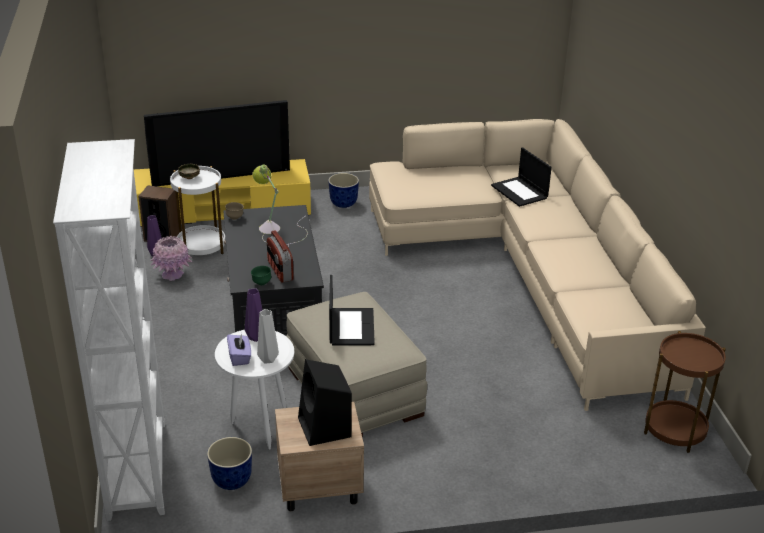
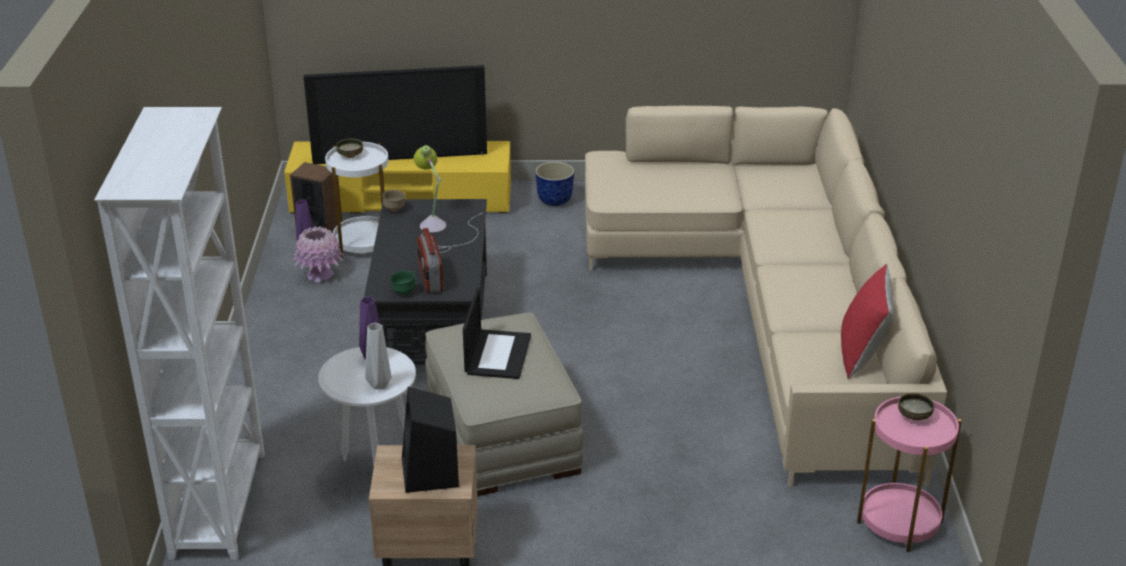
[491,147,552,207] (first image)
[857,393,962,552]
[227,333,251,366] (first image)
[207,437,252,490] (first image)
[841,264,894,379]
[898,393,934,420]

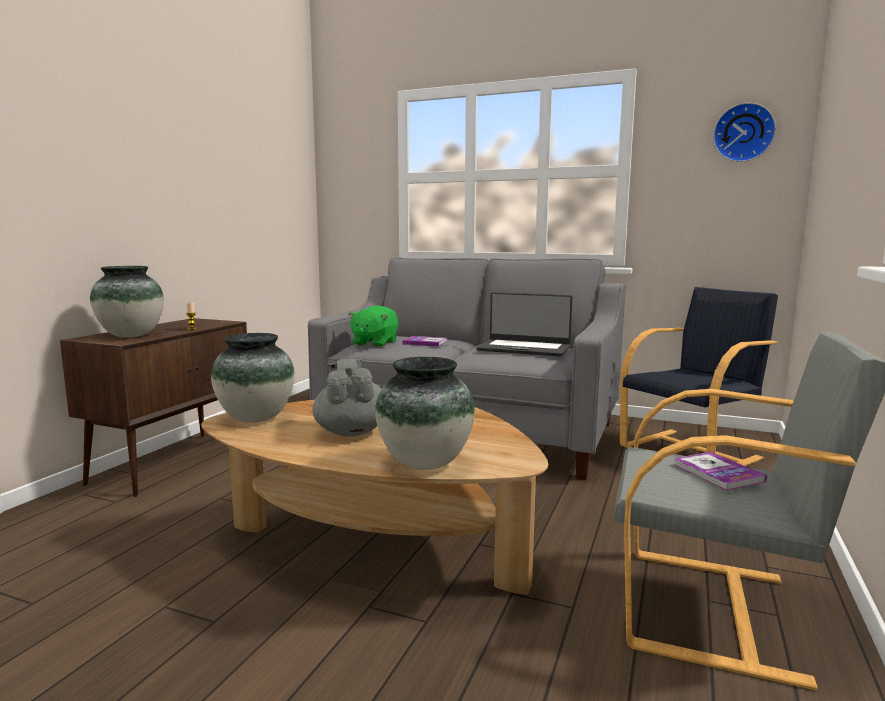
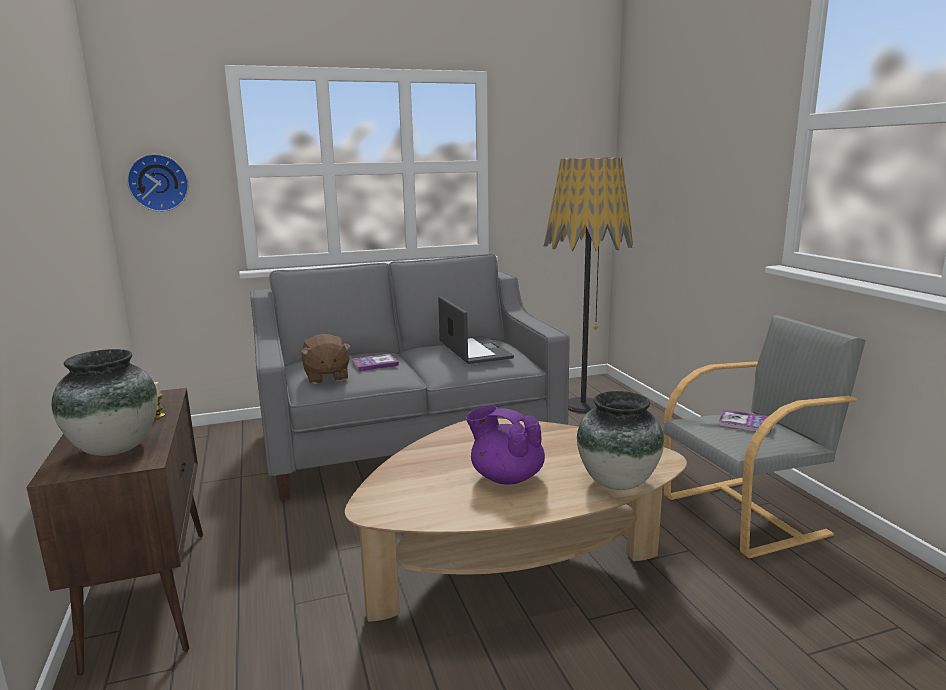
[127,154,189,212]
[544,158,633,414]
[438,296,514,364]
[301,334,351,384]
[211,333,295,423] (first image)
[466,406,545,484]

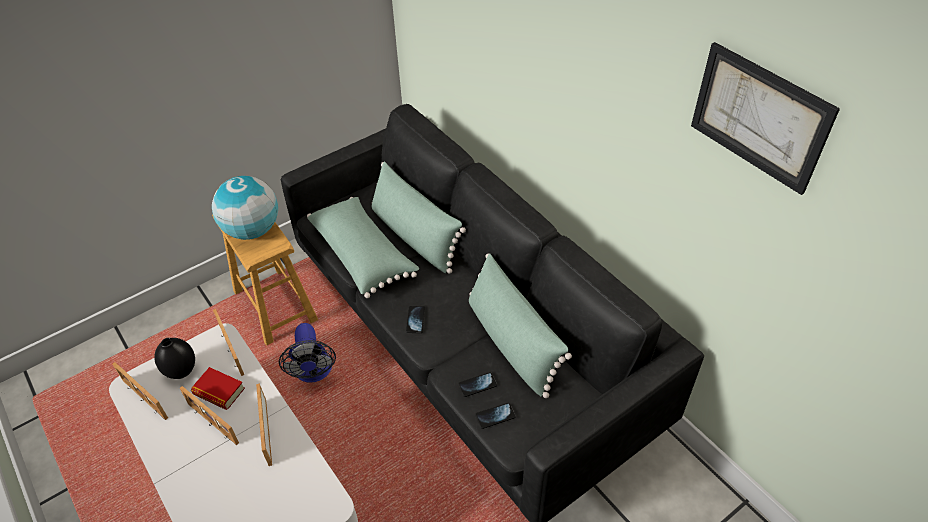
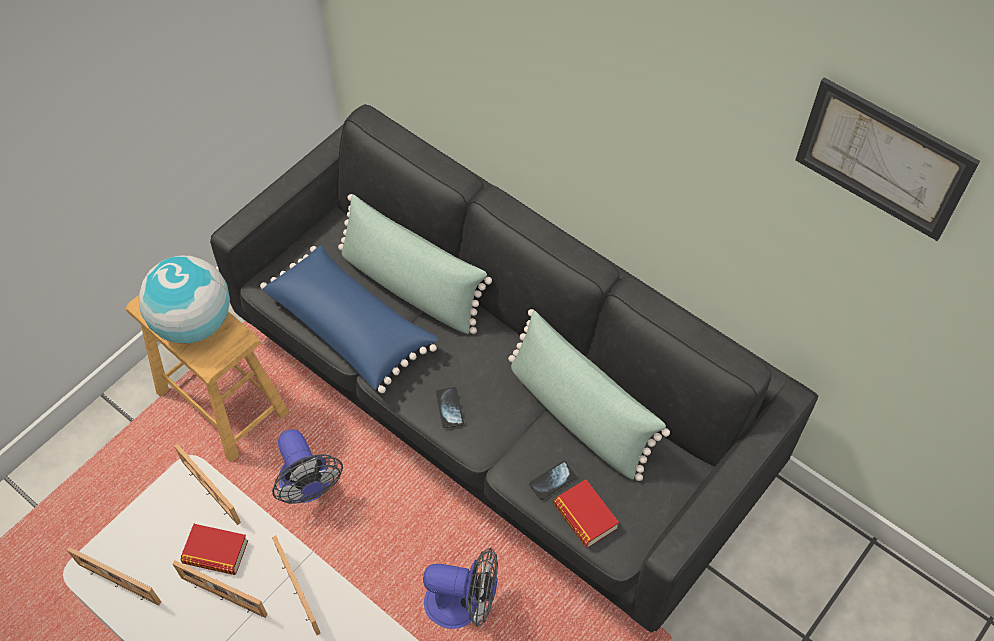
[260,245,438,393]
[154,338,195,379] (first image)
[553,479,619,548]
[423,547,498,629]

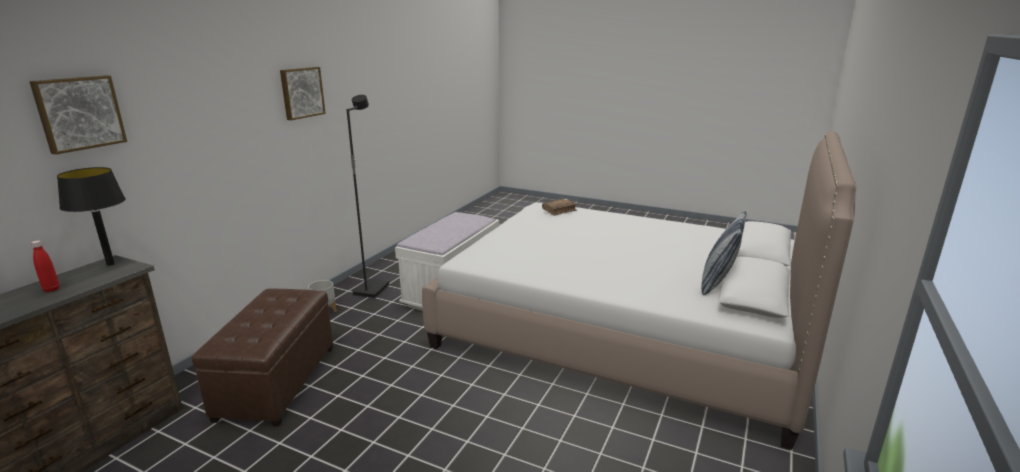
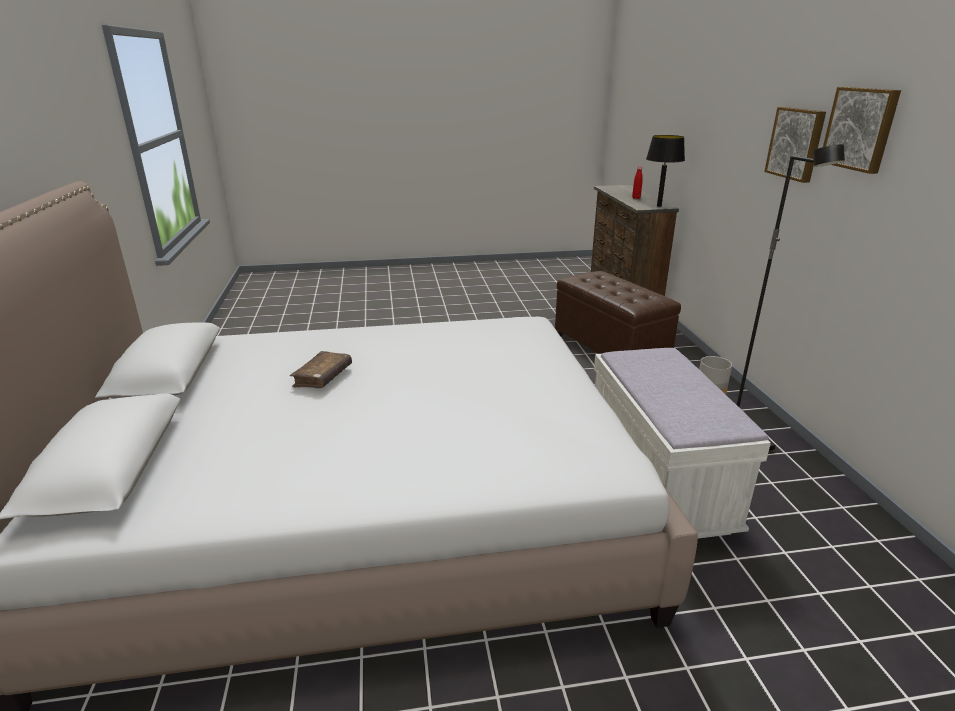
[764,107,826,183]
[290,351,352,388]
[701,211,746,295] (first image)

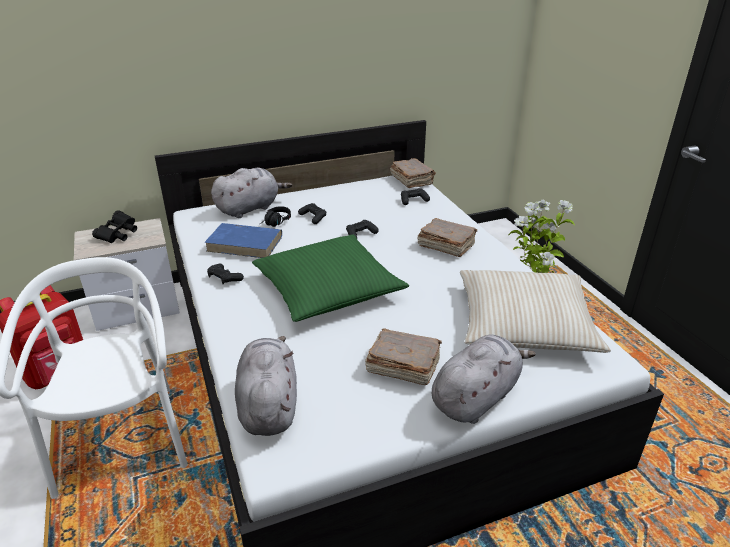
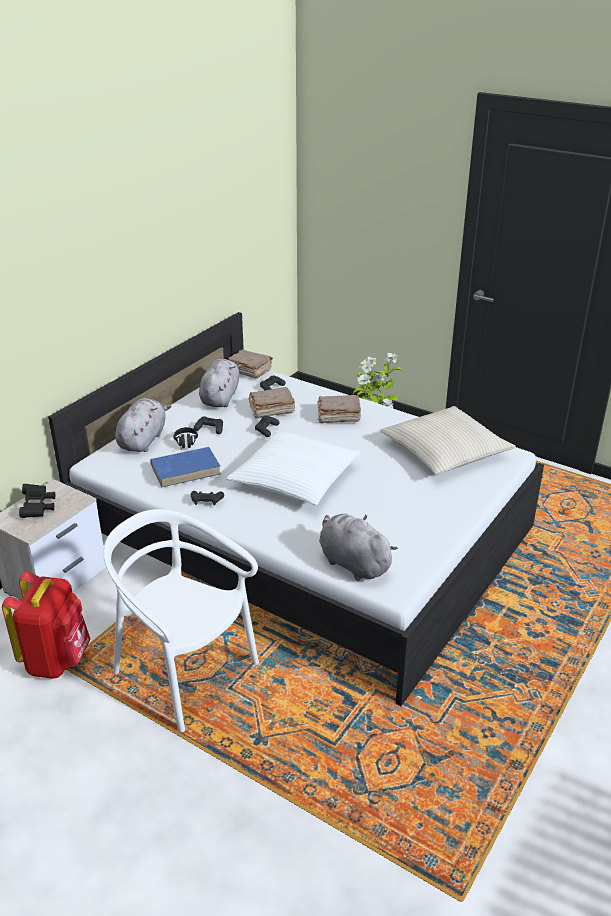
[226,430,361,505]
[249,387,295,419]
[199,359,241,407]

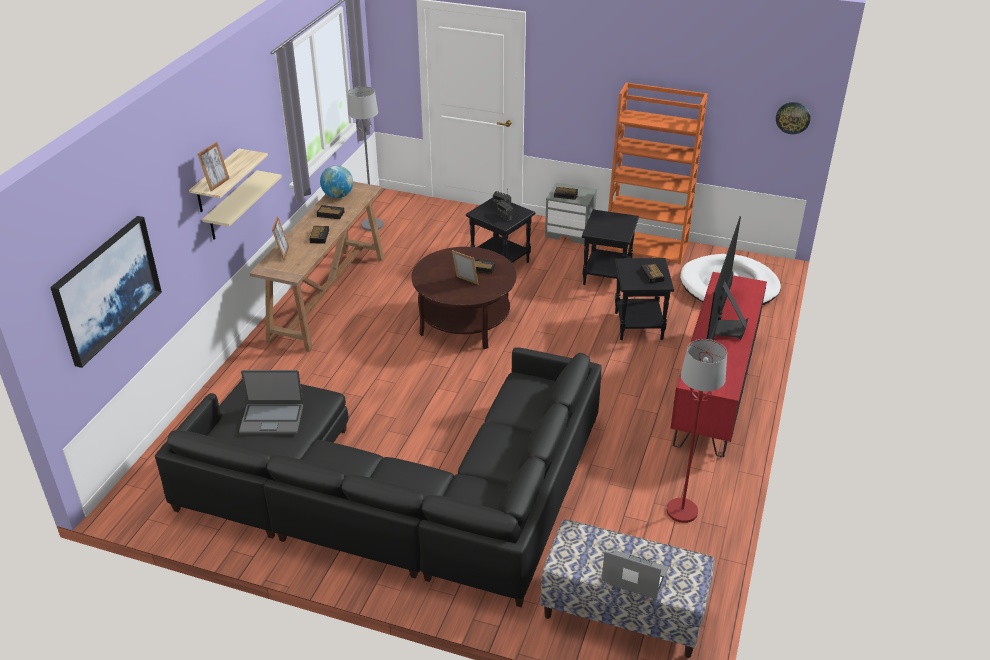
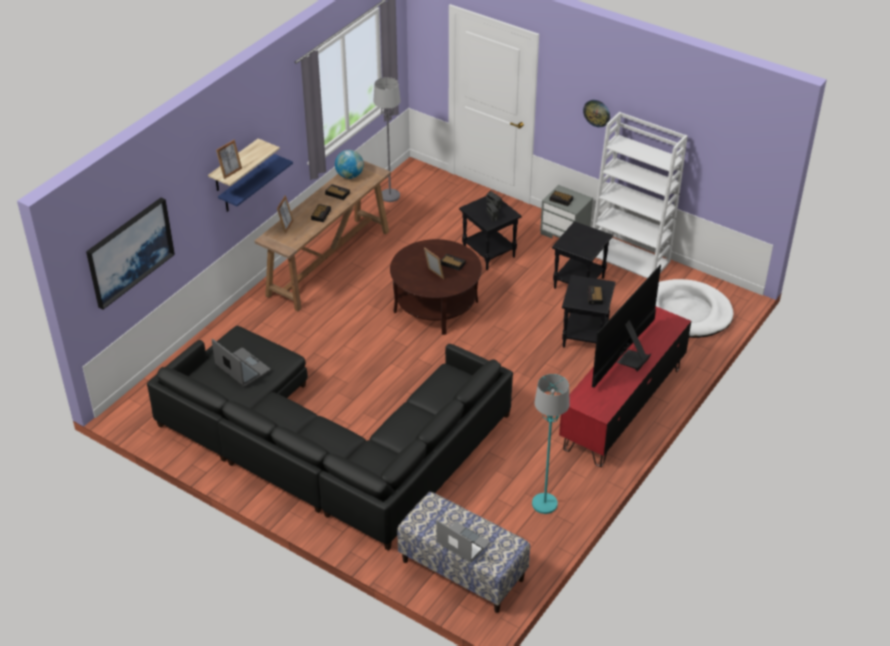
[592,112,688,278]
[583,100,610,127]
[218,154,293,212]
[532,374,570,514]
[212,339,270,387]

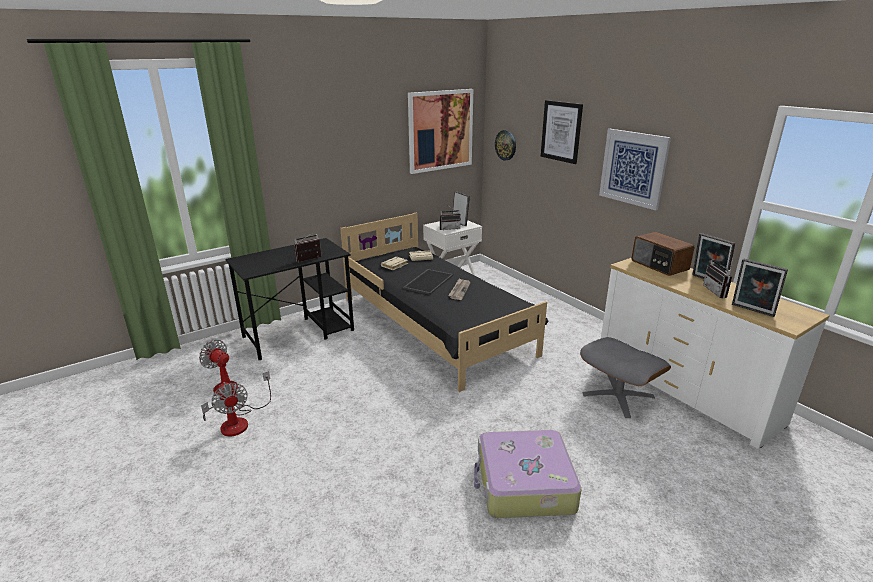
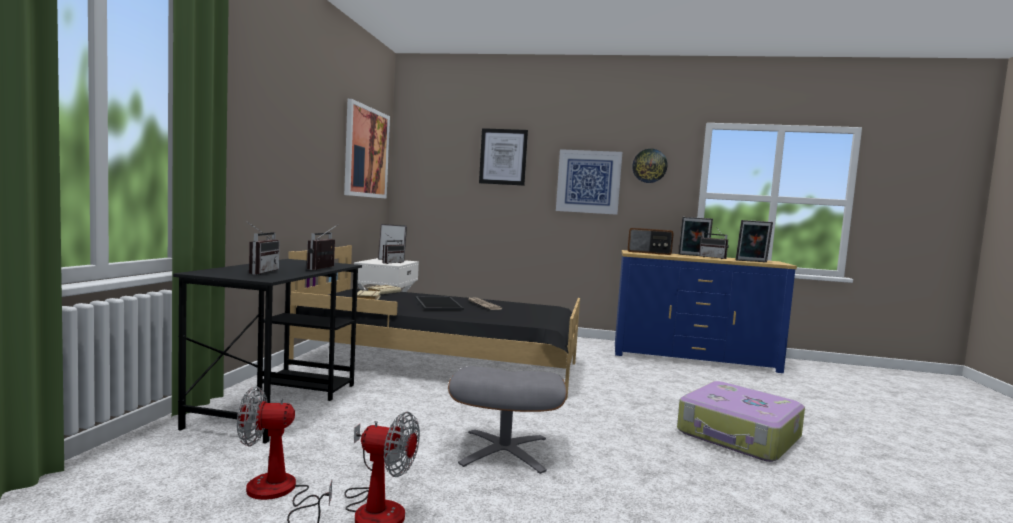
[632,149,667,183]
[615,250,797,373]
[448,366,567,474]
[246,221,279,275]

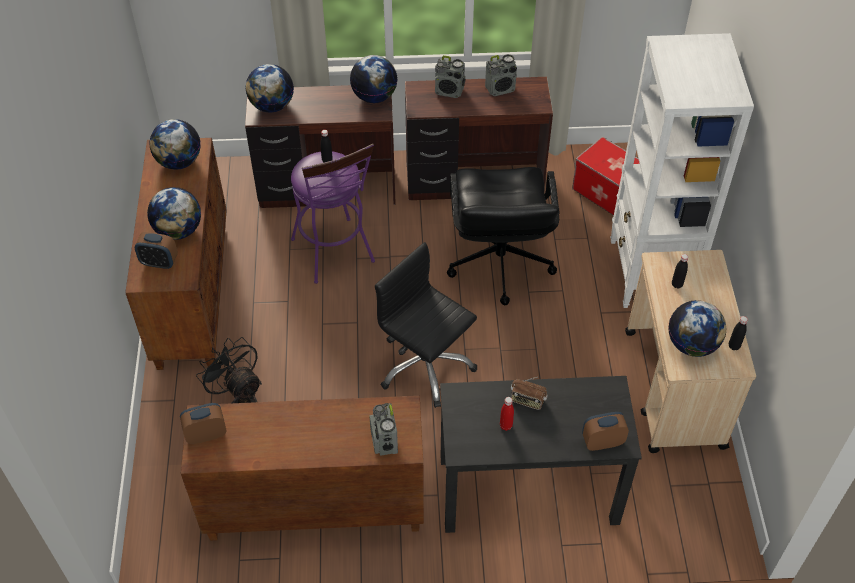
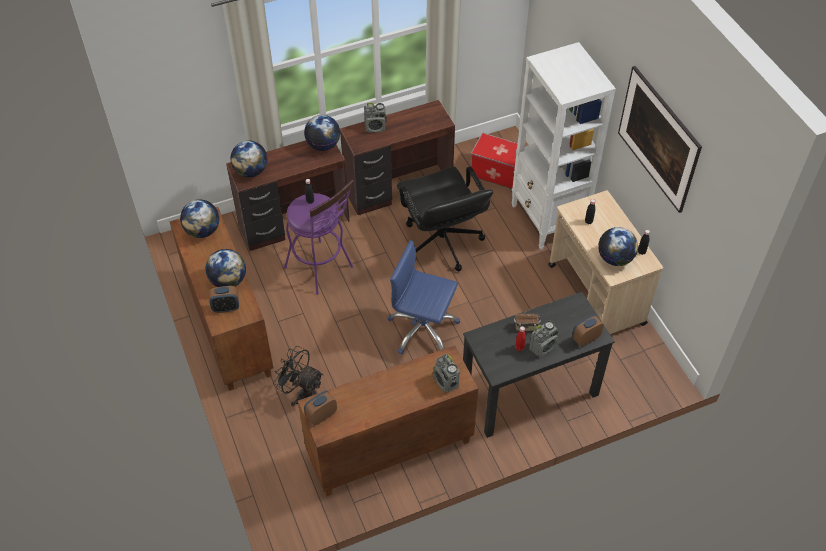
[529,320,558,357]
[388,240,460,355]
[618,66,702,213]

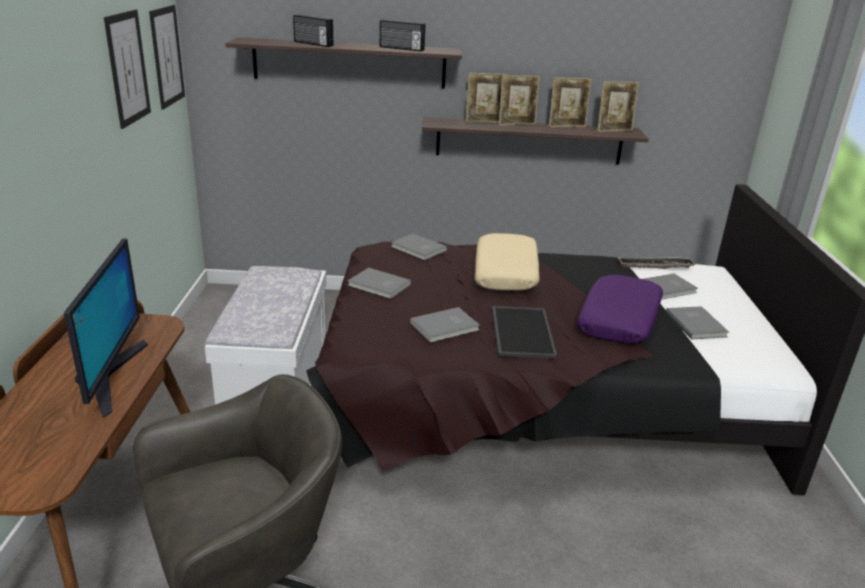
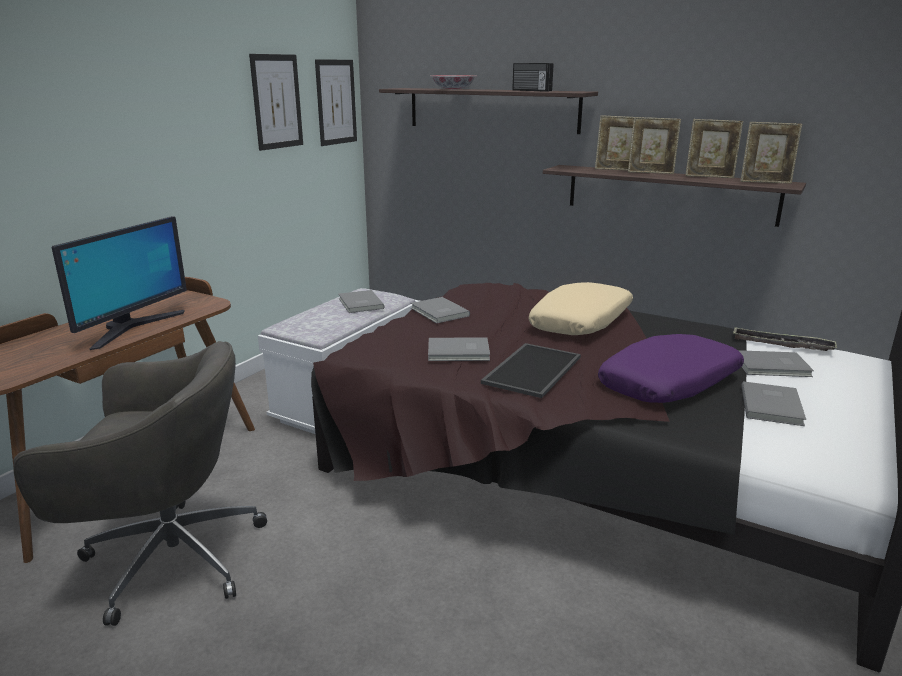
[430,75,477,89]
[339,290,385,313]

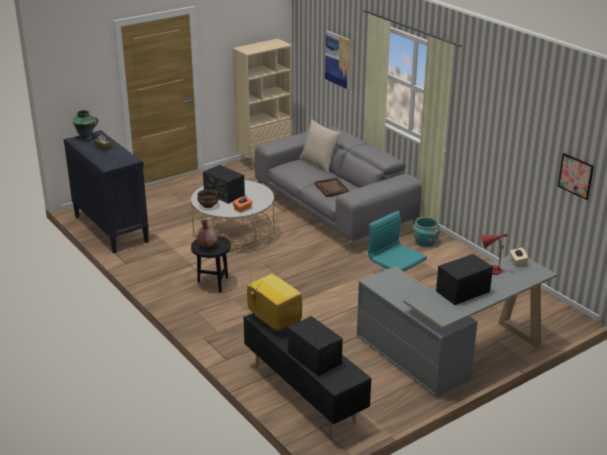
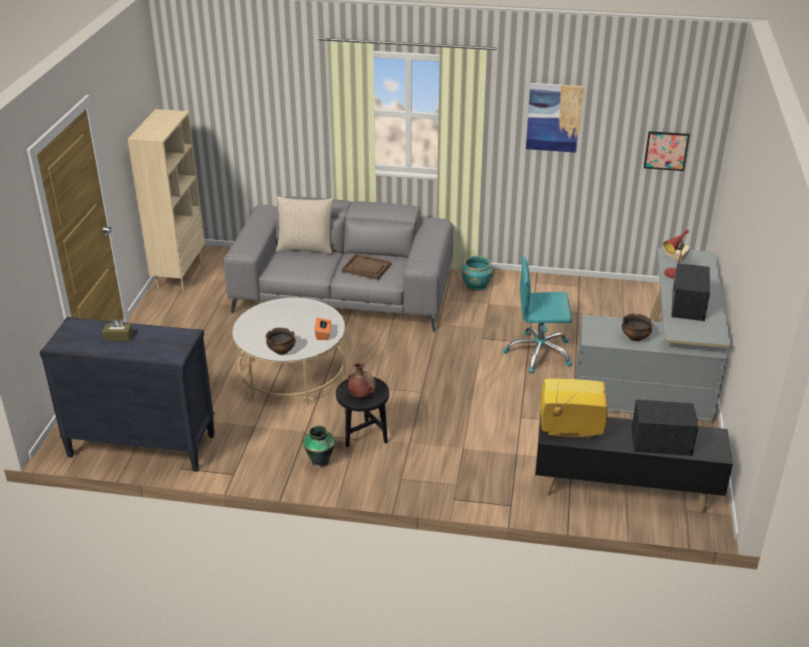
[526,83,584,153]
[303,425,335,468]
[203,165,245,204] (first image)
[622,314,652,341]

